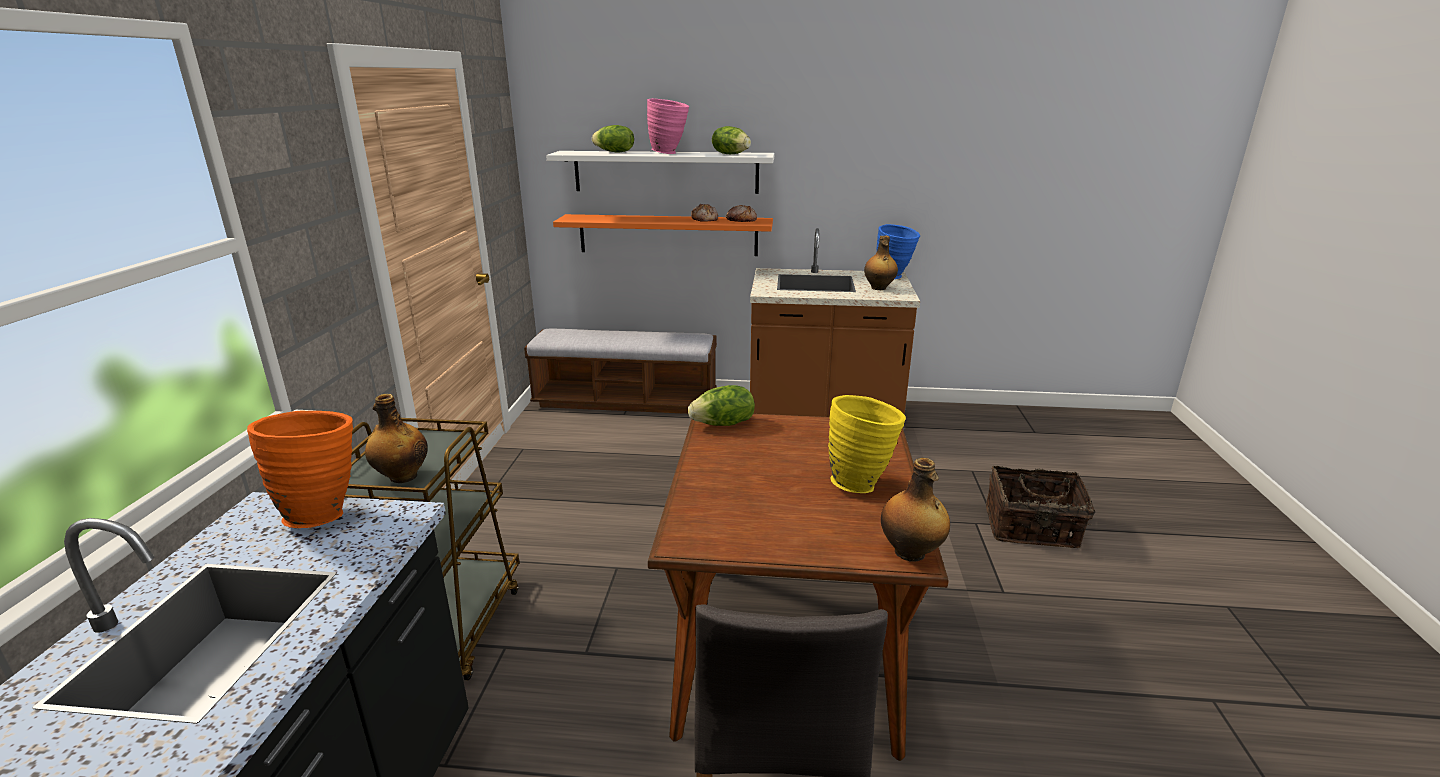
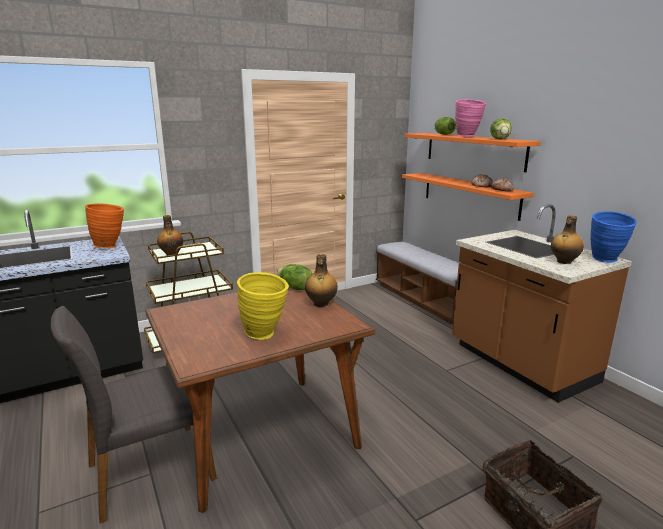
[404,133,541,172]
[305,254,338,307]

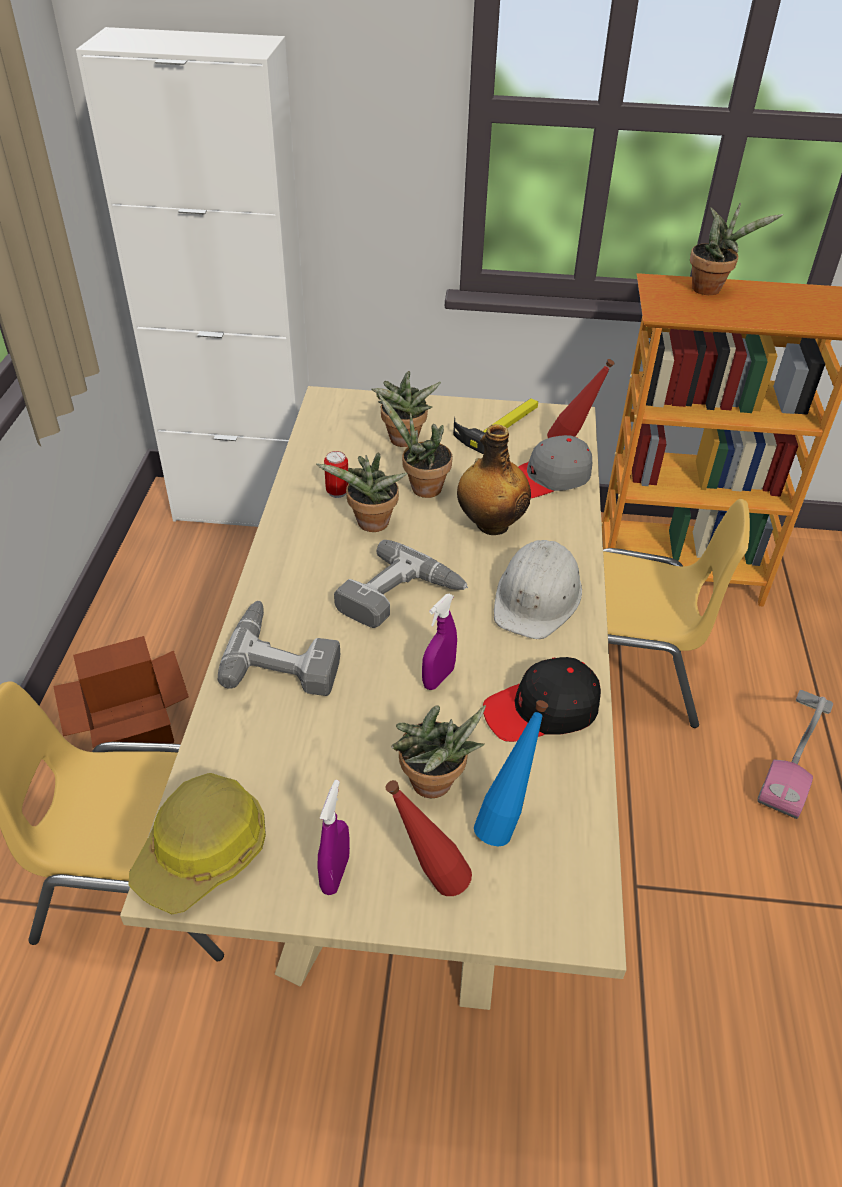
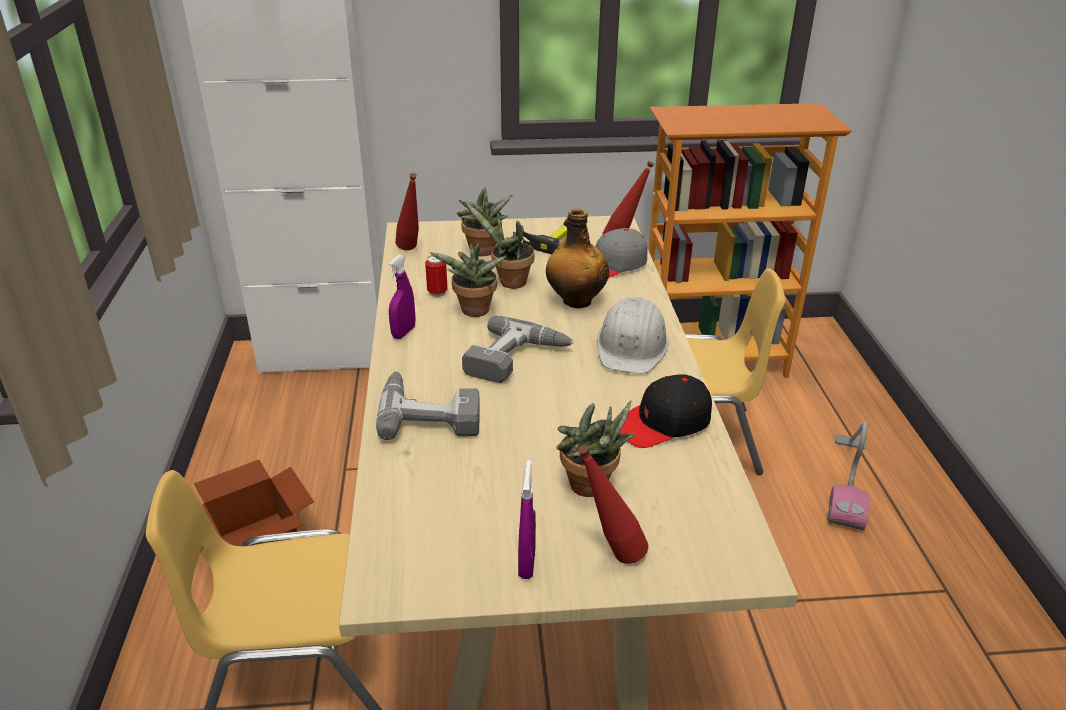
[690,203,783,295] (first image)
[388,255,416,339]
[474,700,548,846] (first image)
[129,773,266,914] (first image)
[395,173,419,250]

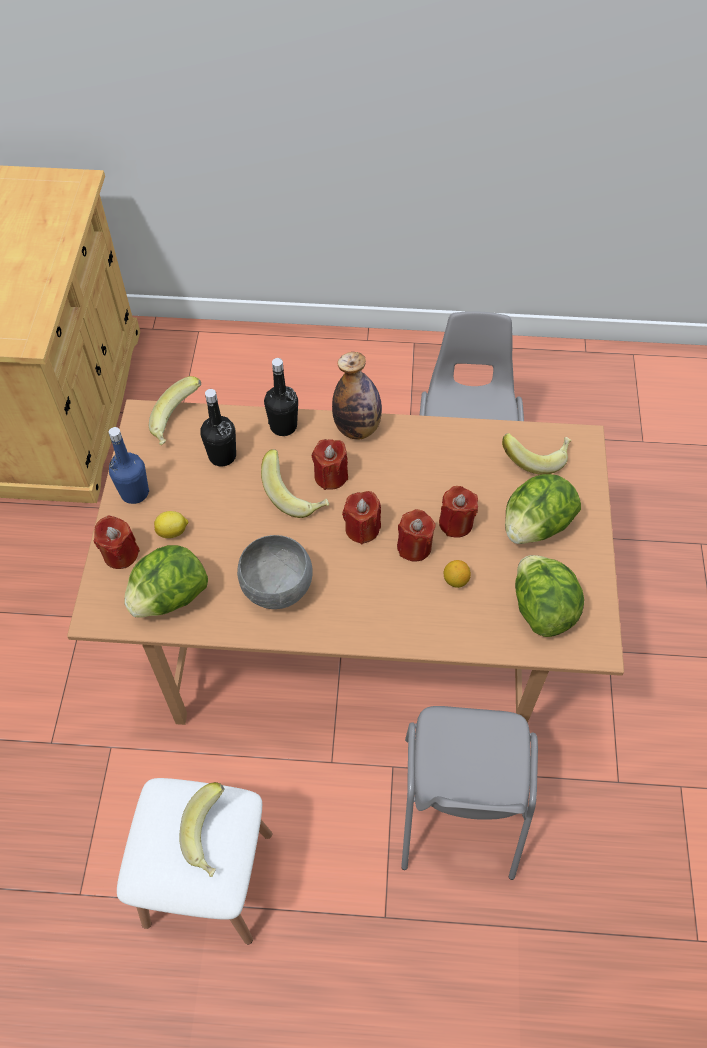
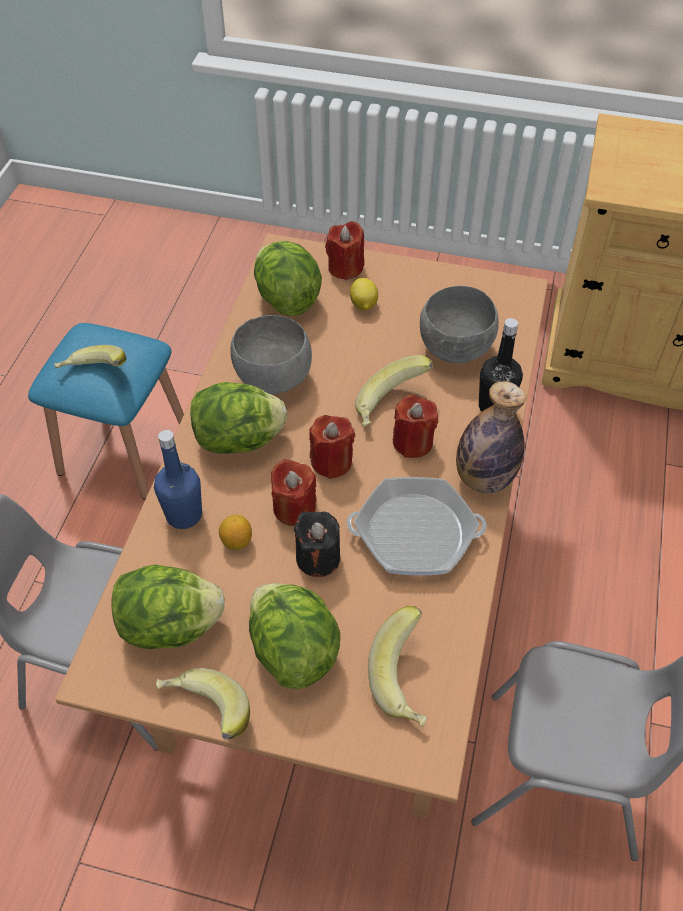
[156,668,250,740]
[420,286,499,363]
[154,430,202,529]
[294,511,340,577]
[28,323,184,500]
[190,382,287,454]
[346,477,487,575]

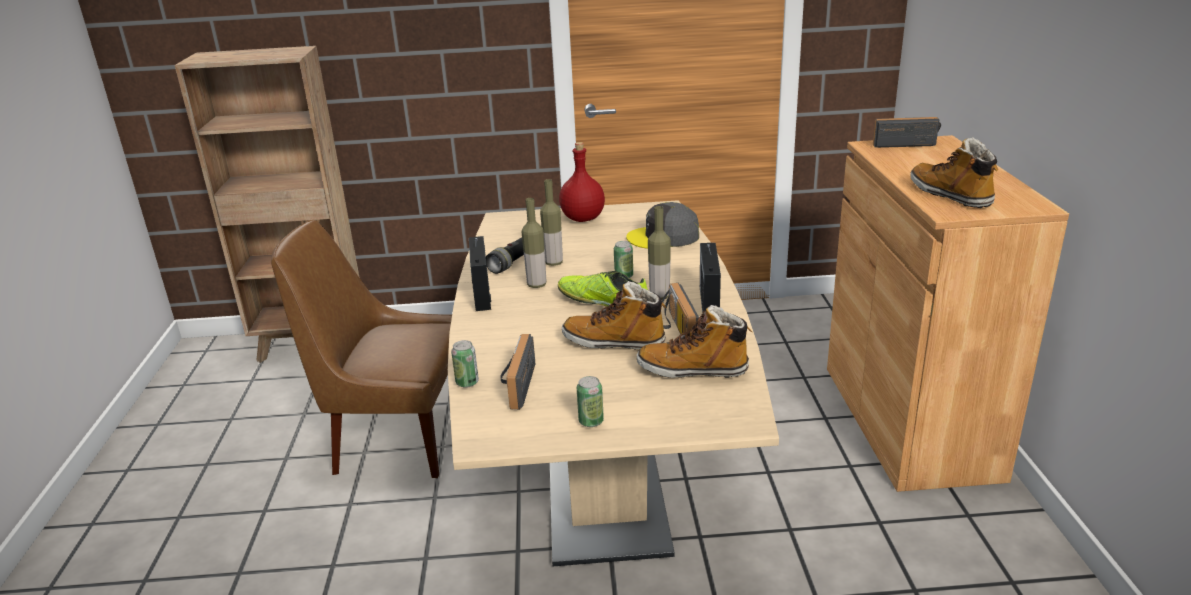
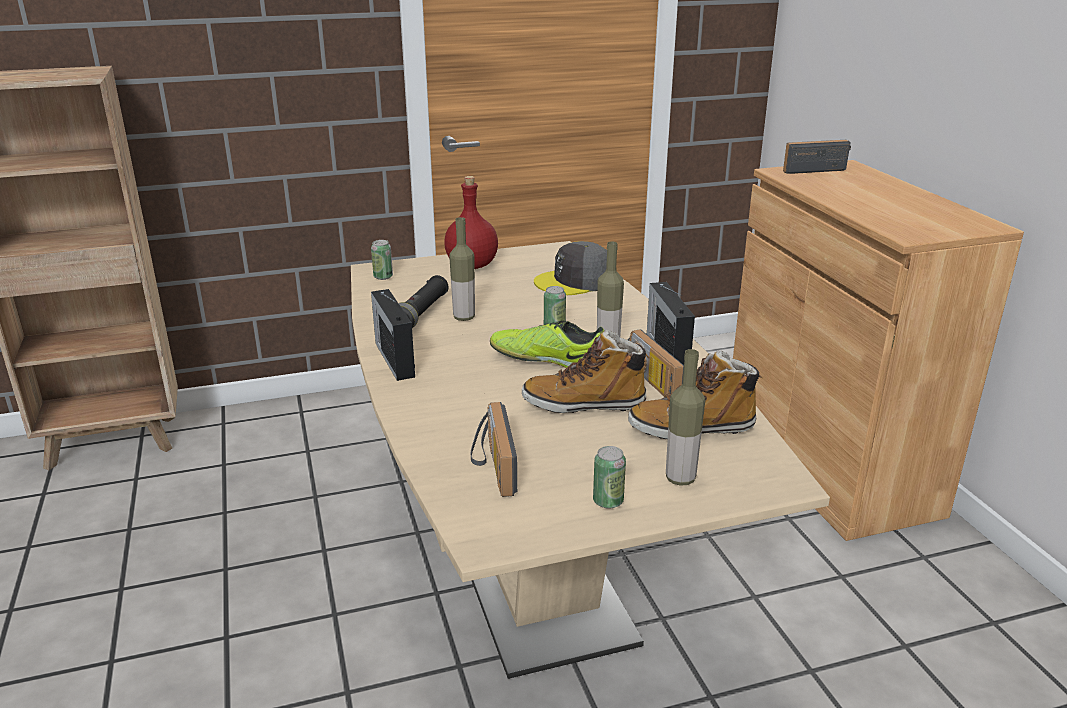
[910,137,998,208] (first image)
[666,349,705,486]
[271,220,452,478] (first image)
[371,240,393,280]

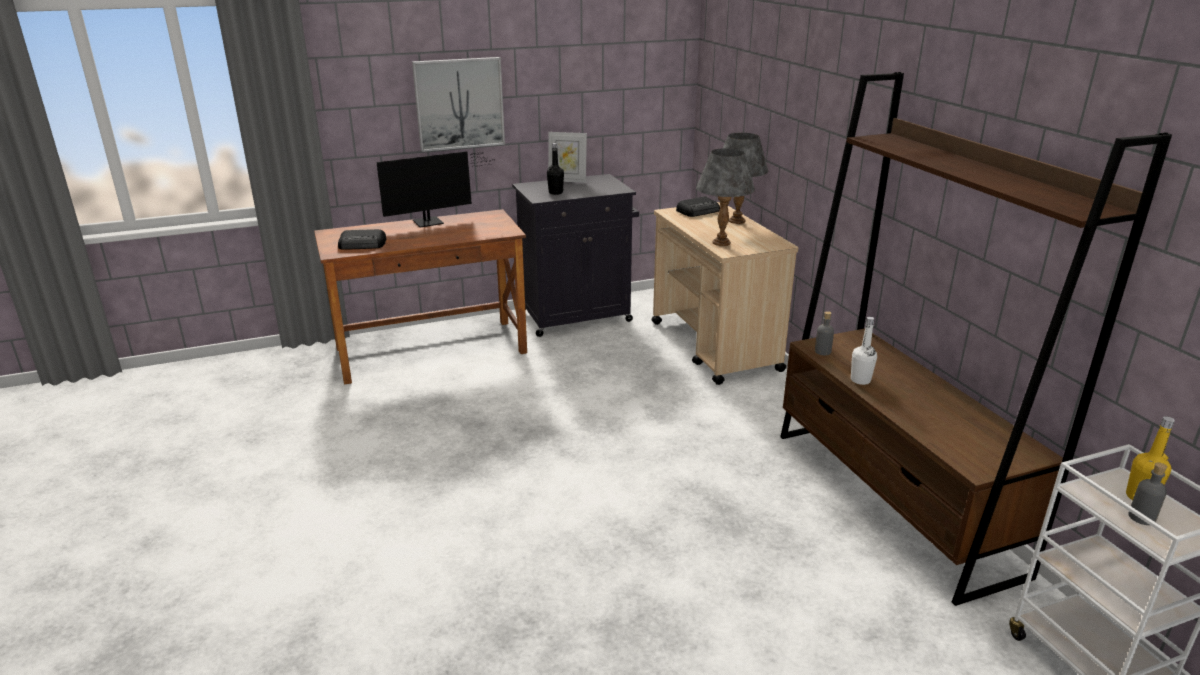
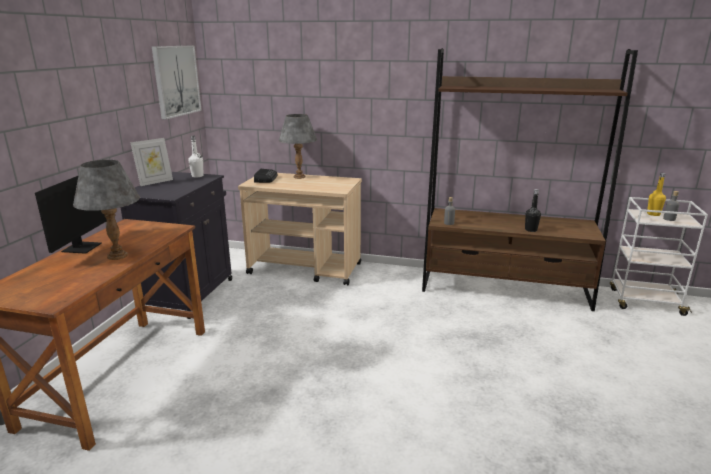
[152,46,202,119]
[525,189,541,232]
[73,160,140,260]
[338,229,386,249] (first image)
[188,136,204,178]

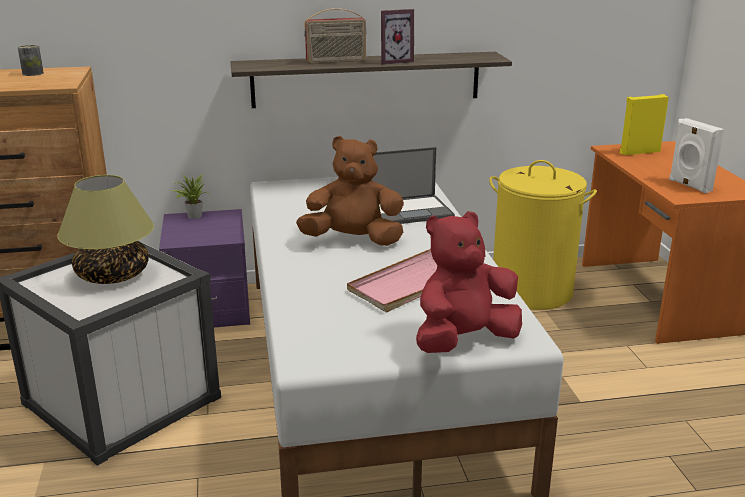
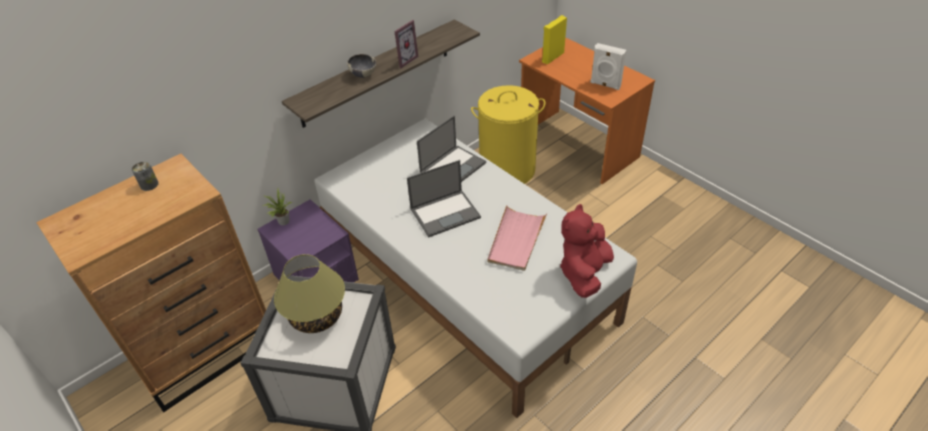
[347,54,376,78]
[407,160,481,238]

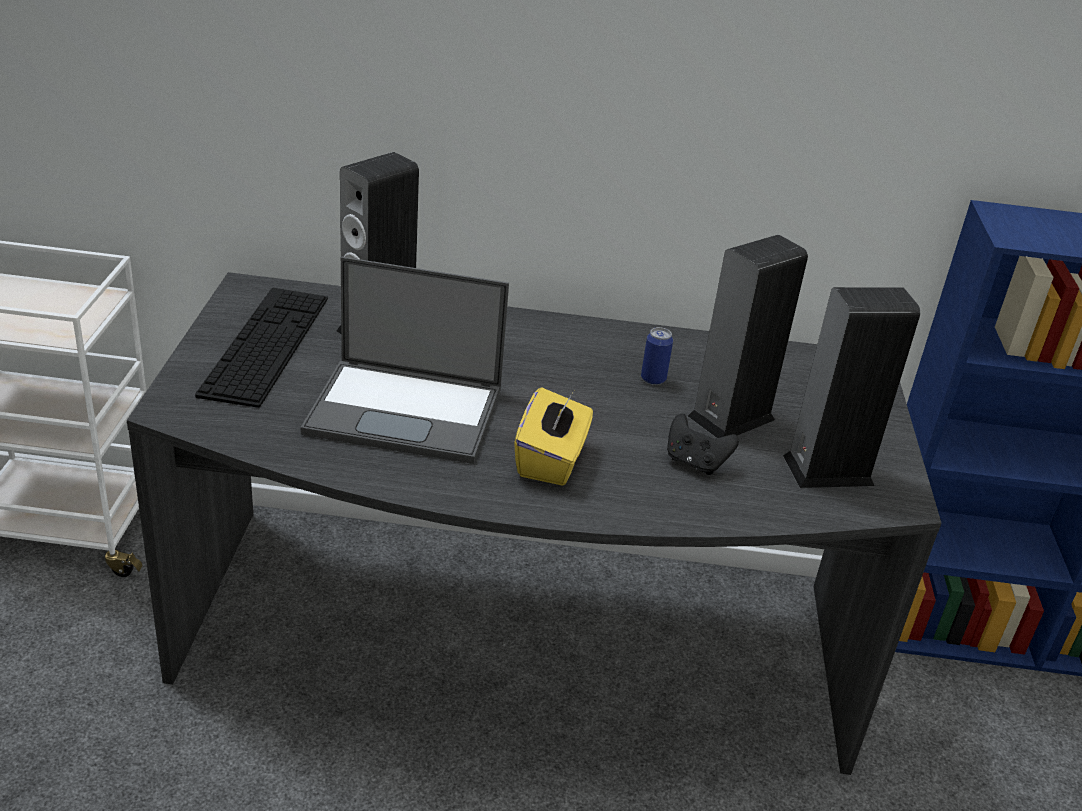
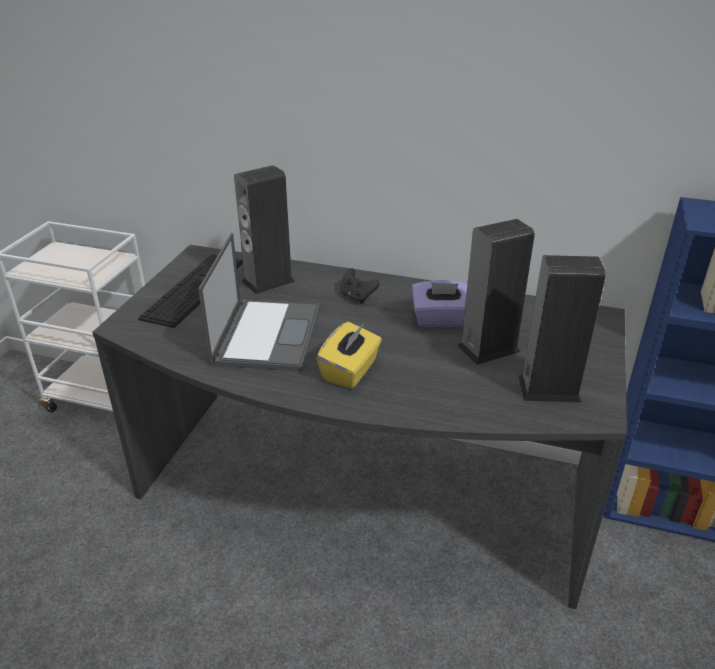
[198,233,320,371]
[412,280,468,327]
[340,268,380,303]

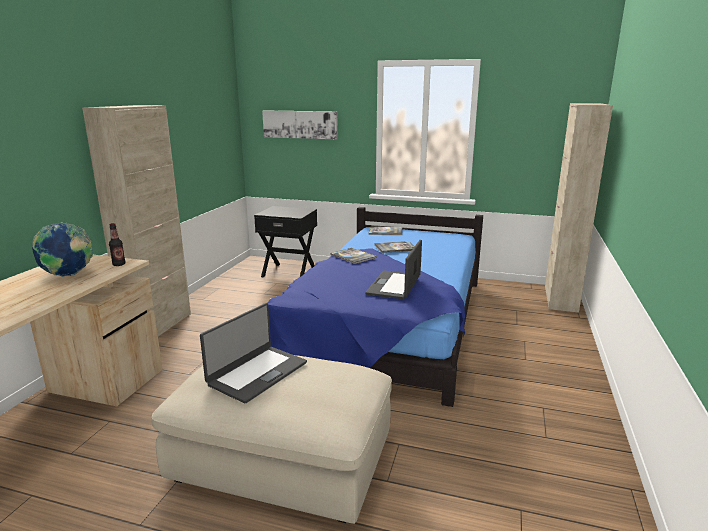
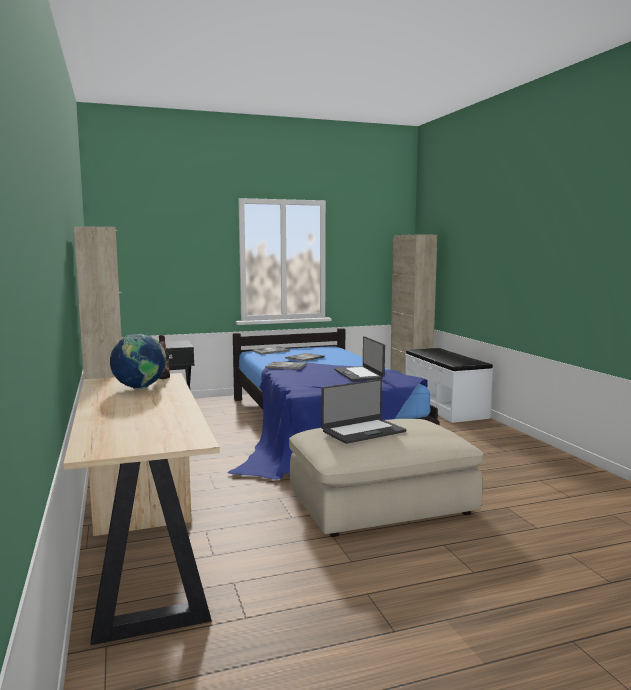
[262,111,338,139] (first image)
[321,379,406,444]
[405,348,493,423]

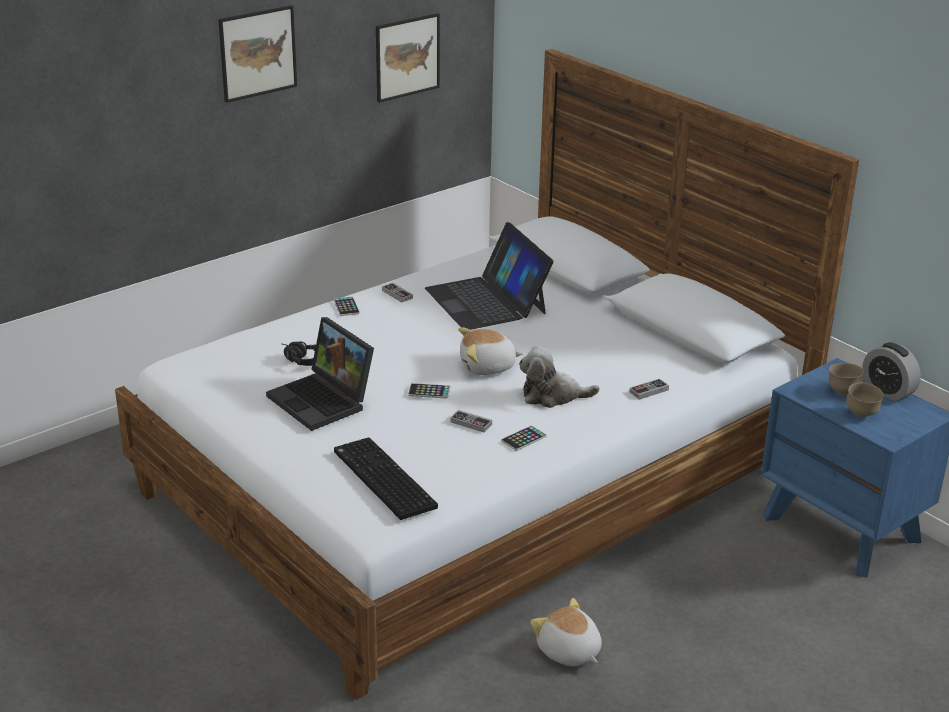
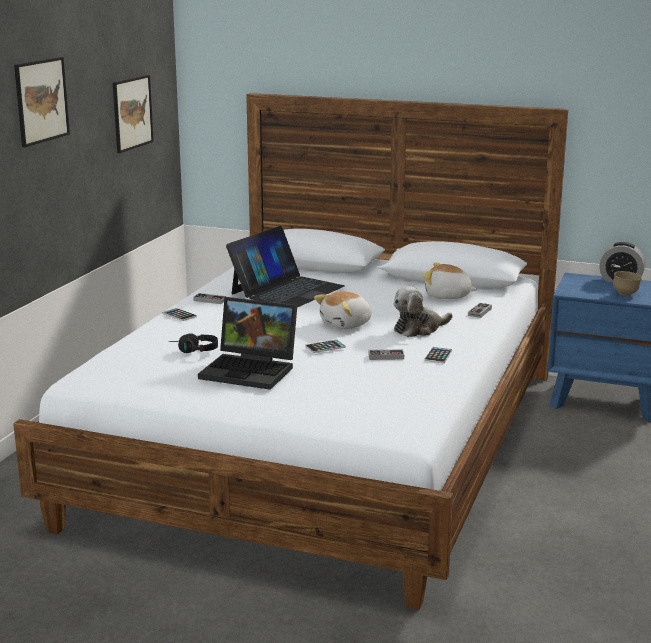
[226,226,345,307]
[829,363,864,396] (first image)
[334,438,438,520] (first image)
[422,263,477,299]

